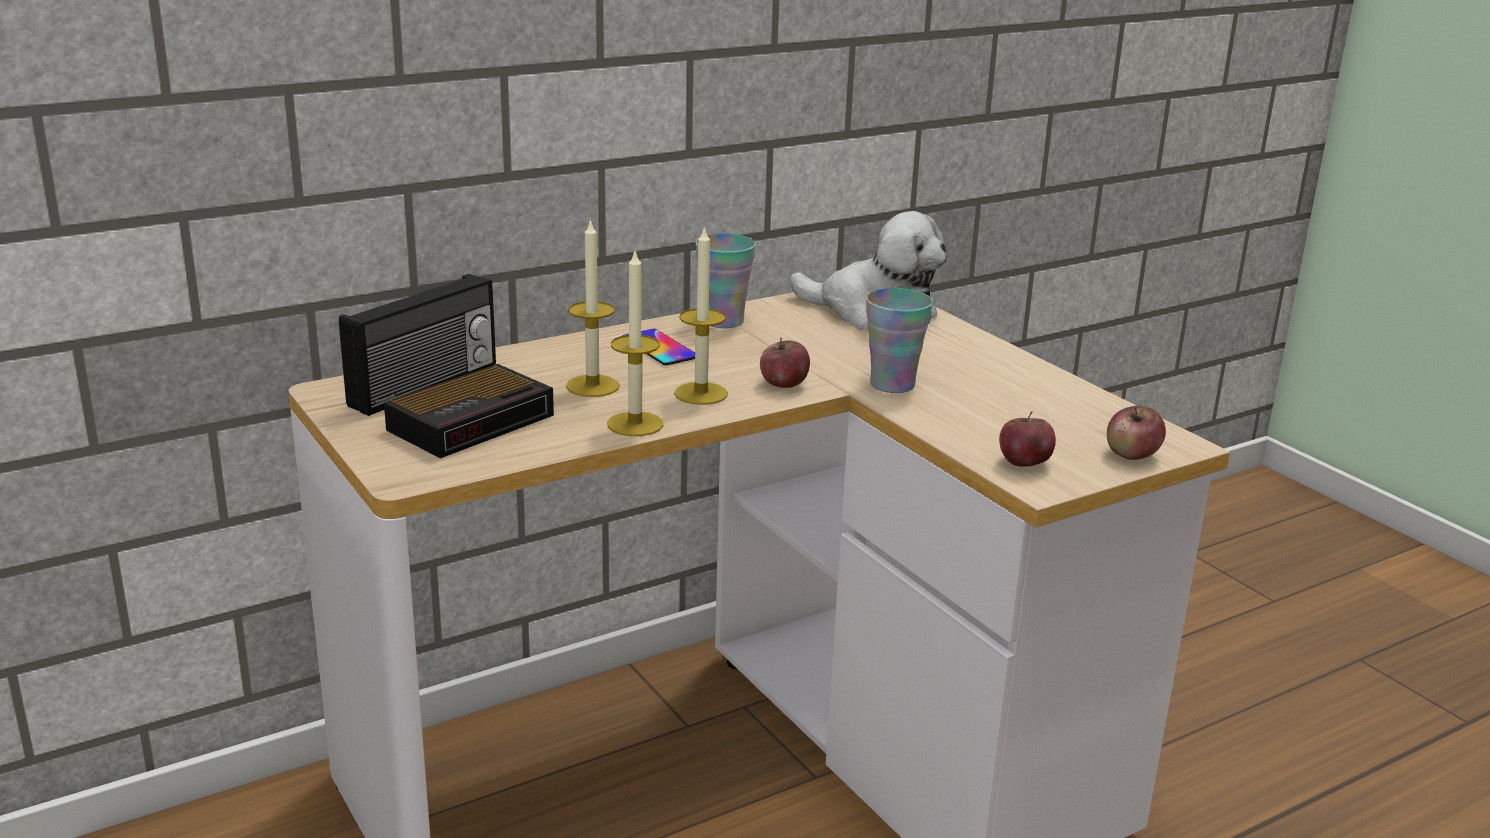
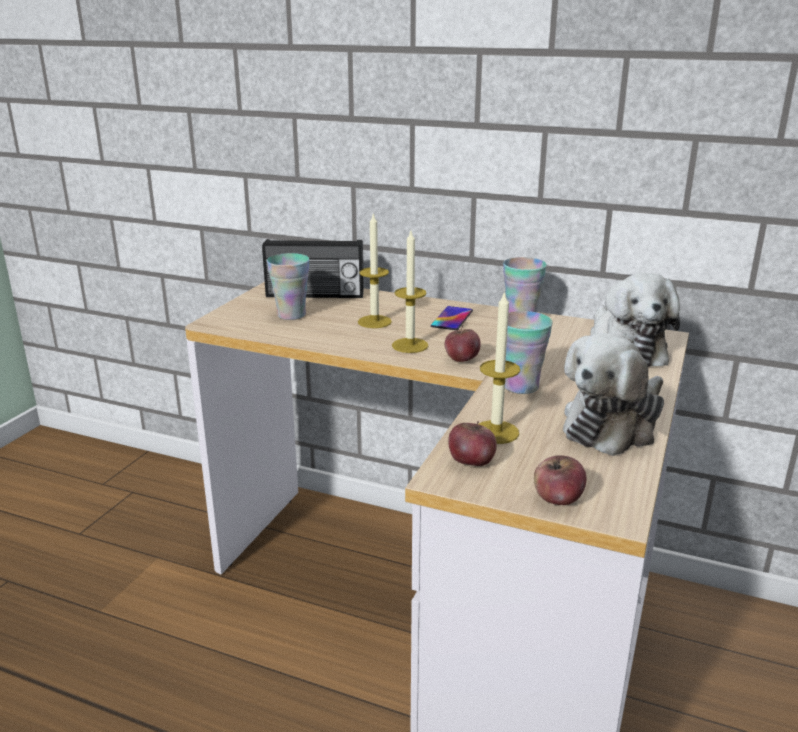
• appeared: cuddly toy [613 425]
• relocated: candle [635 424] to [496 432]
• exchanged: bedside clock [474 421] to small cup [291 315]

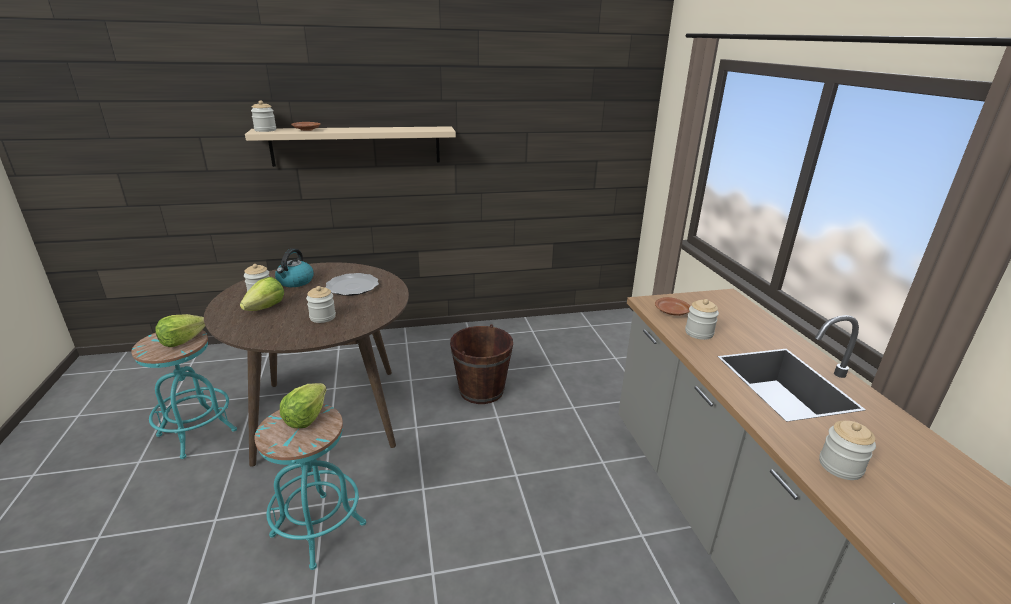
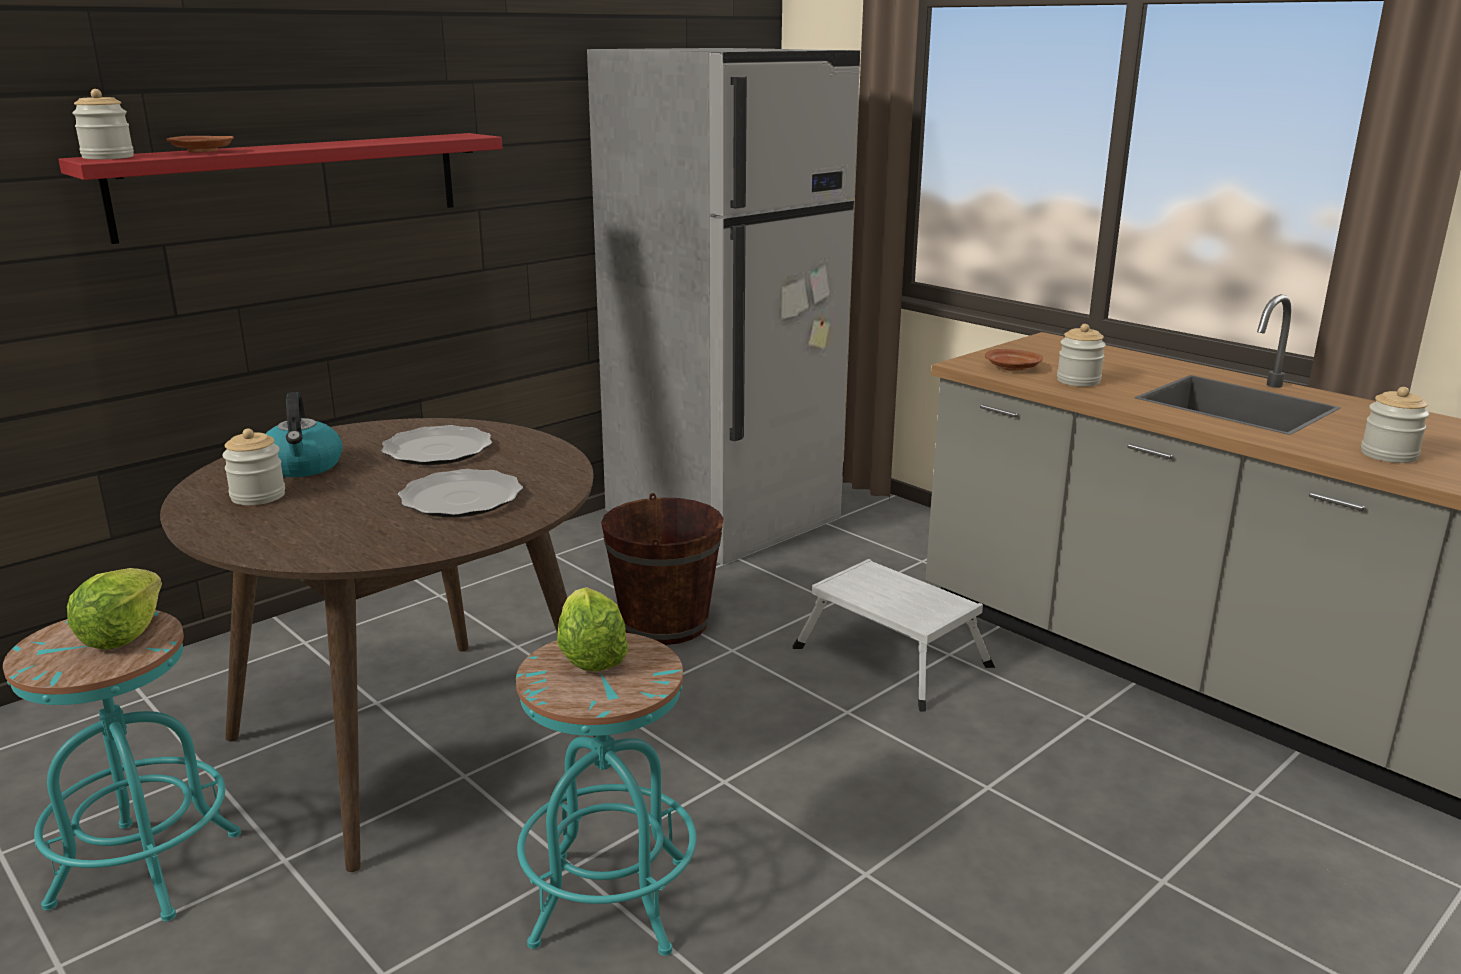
• missing: lettuce [266 308]
• appeared: kitchen fridge/gray [723 513]
• appeared: stepladder/white-coloured [893 657]
• exchanged: storage jar [322 317] to flat dish [460 498]
• colour: bracket shelf/sand-coloured [356 146] to bracket shelf/reddish [292 184]

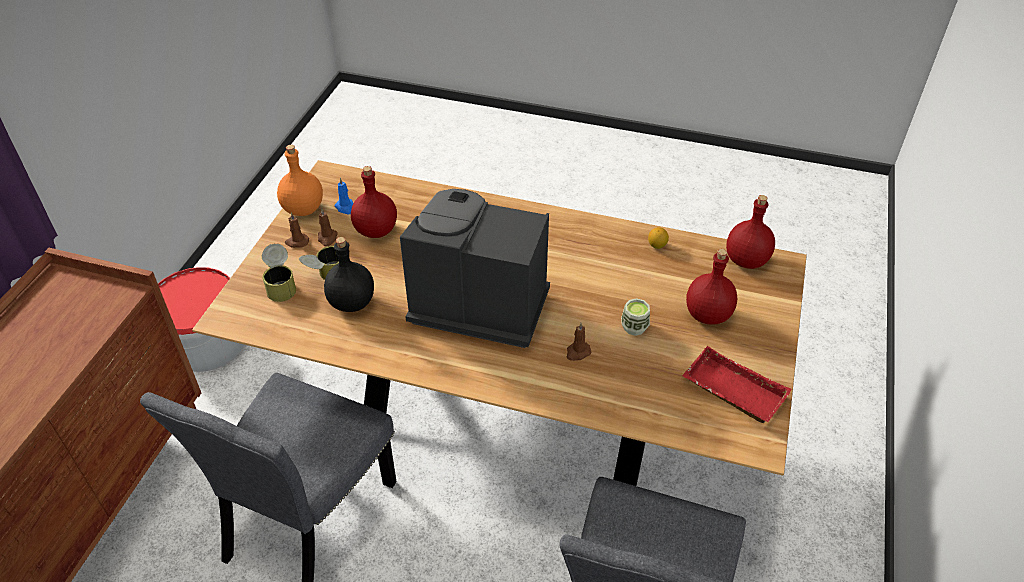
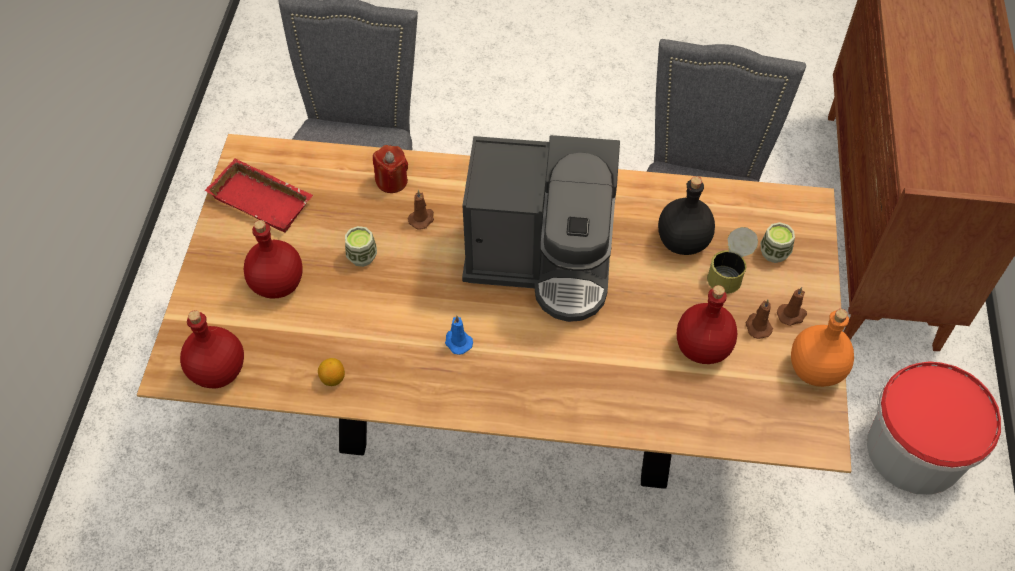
• appeared: candle/reddish [392 181]
• relocated: candle/blue [345 207] to [457 342]
• exchanged: can [281 285] to small cup [774 253]

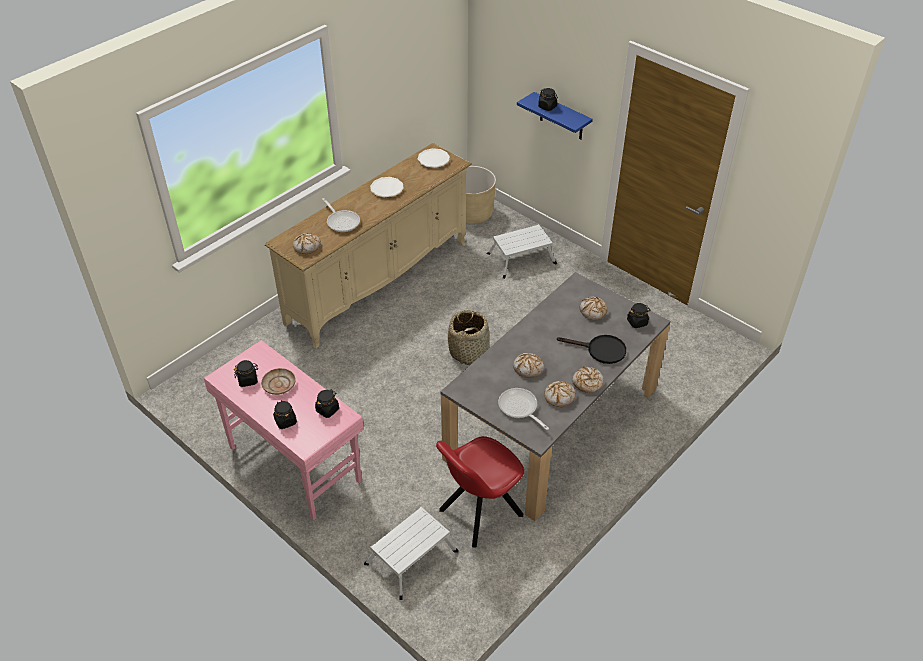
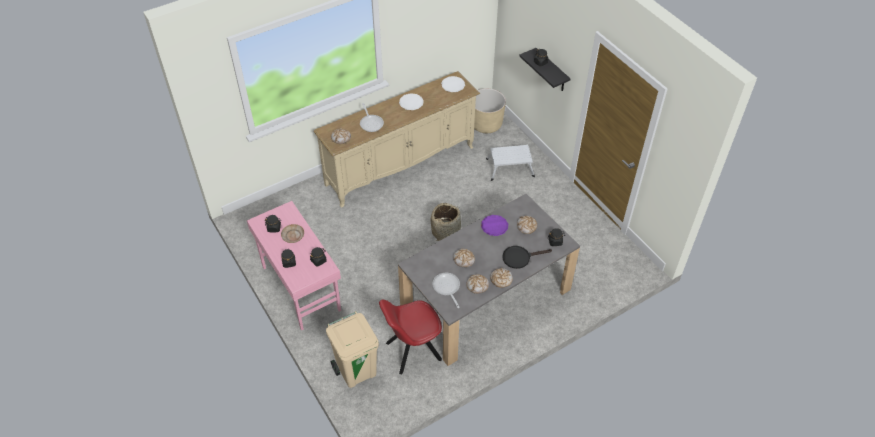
• appeared: flat dish/purple [494 226]
• exchanged: stepladder/white-coloured [411 557] to trash can/sand-coloured [357 371]
• colour: bracket shelf/blue [561 117] to bracket shelf/blackish [551 71]
• spun: pan/blackish [600 350] = [520 257] 135 degrees clockwise

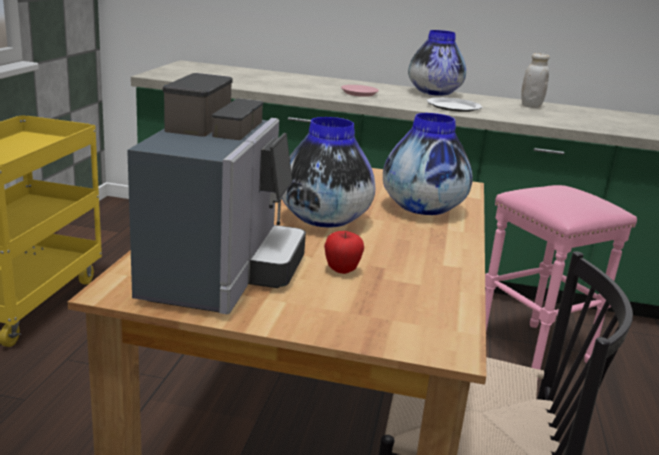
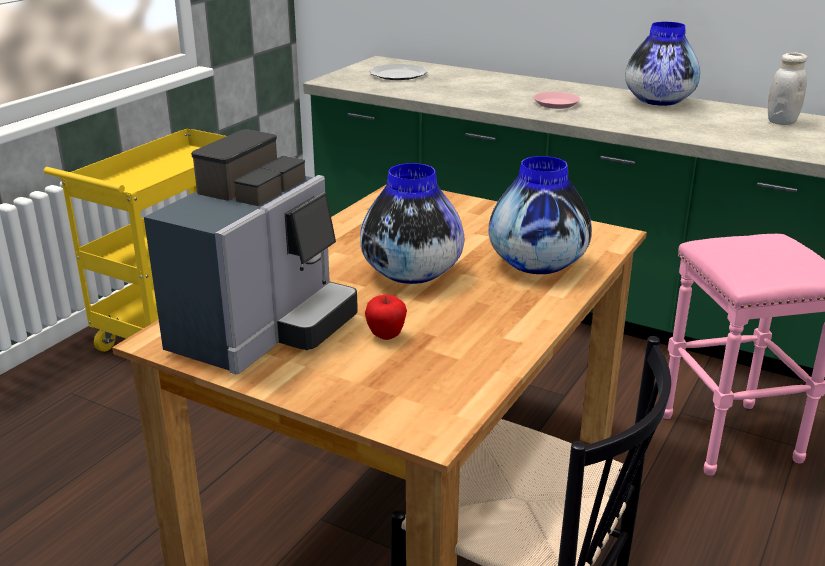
• relocated: flat dish [454 107] to [399 74]

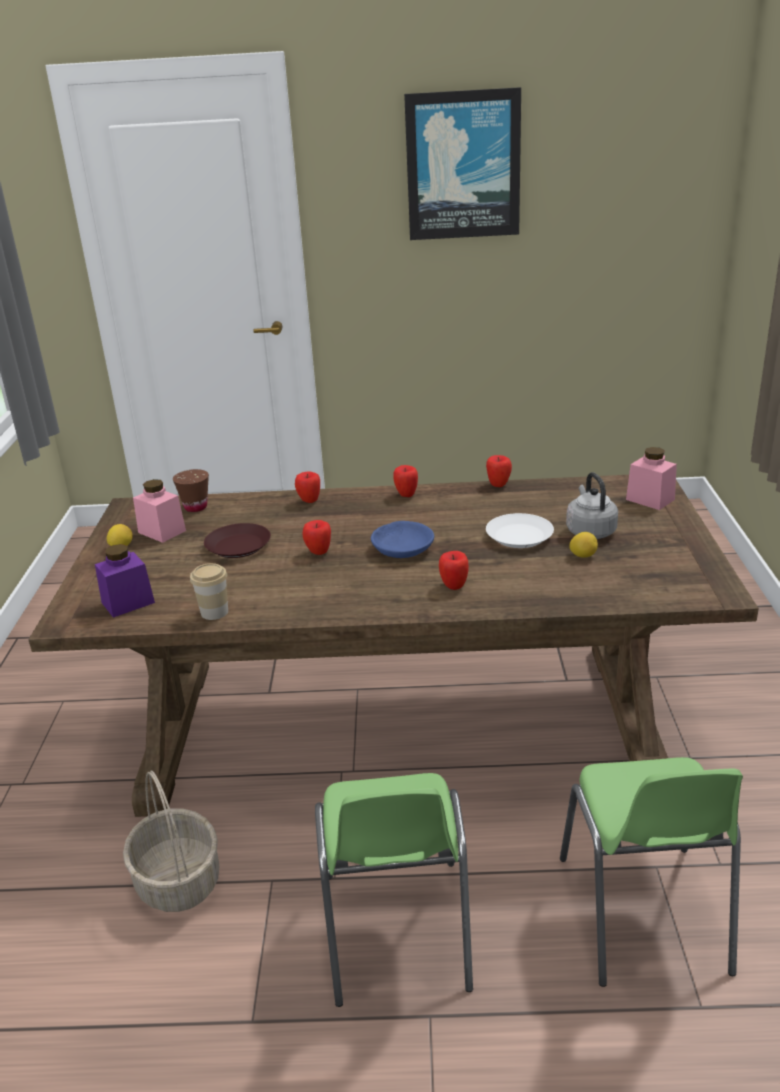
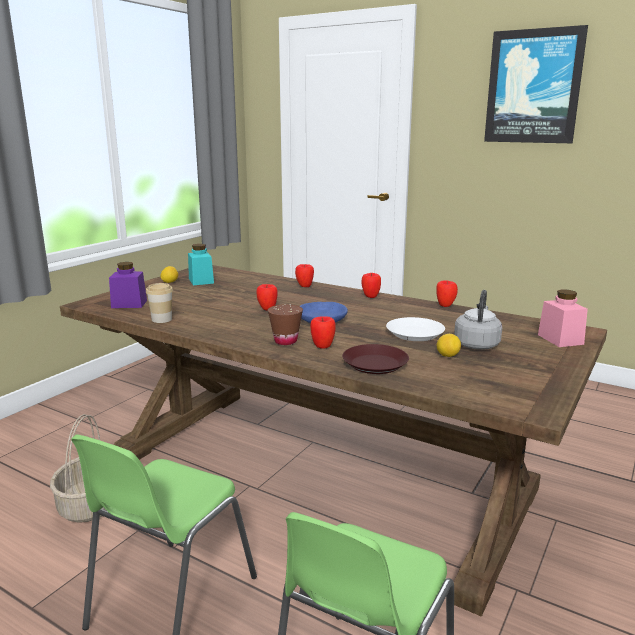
• relocated: small cup/brown [195 507] to [285 341]
• relocated: flat dish/brown [238 546] to [375 364]
• colour: storage jar/pinkish [162 531] to storage jar/blue-green [201 281]

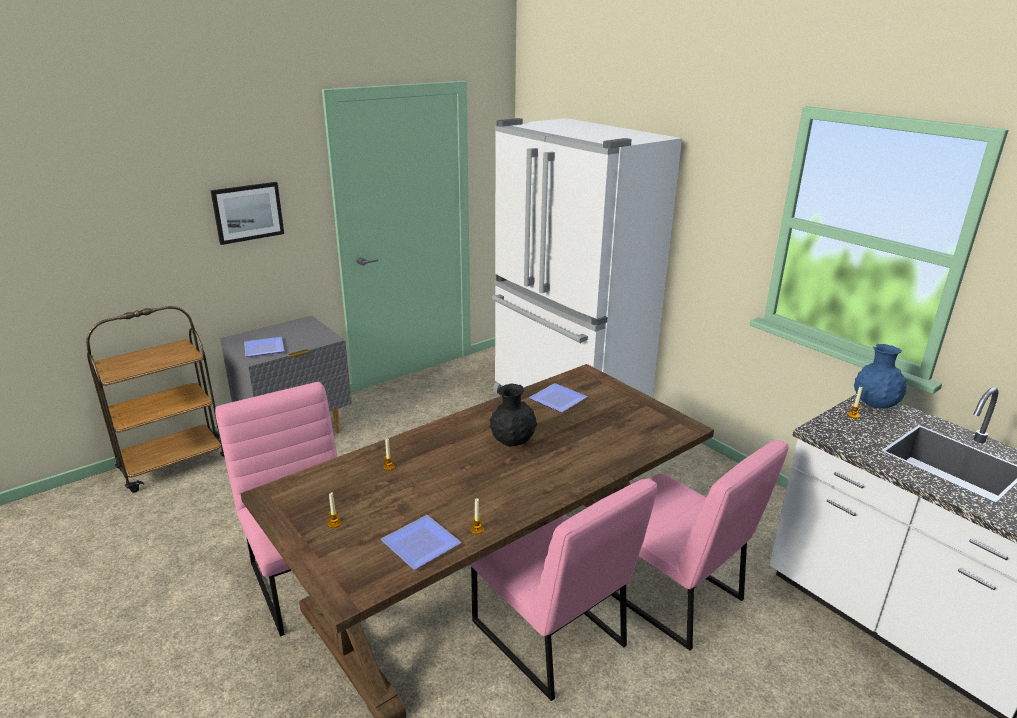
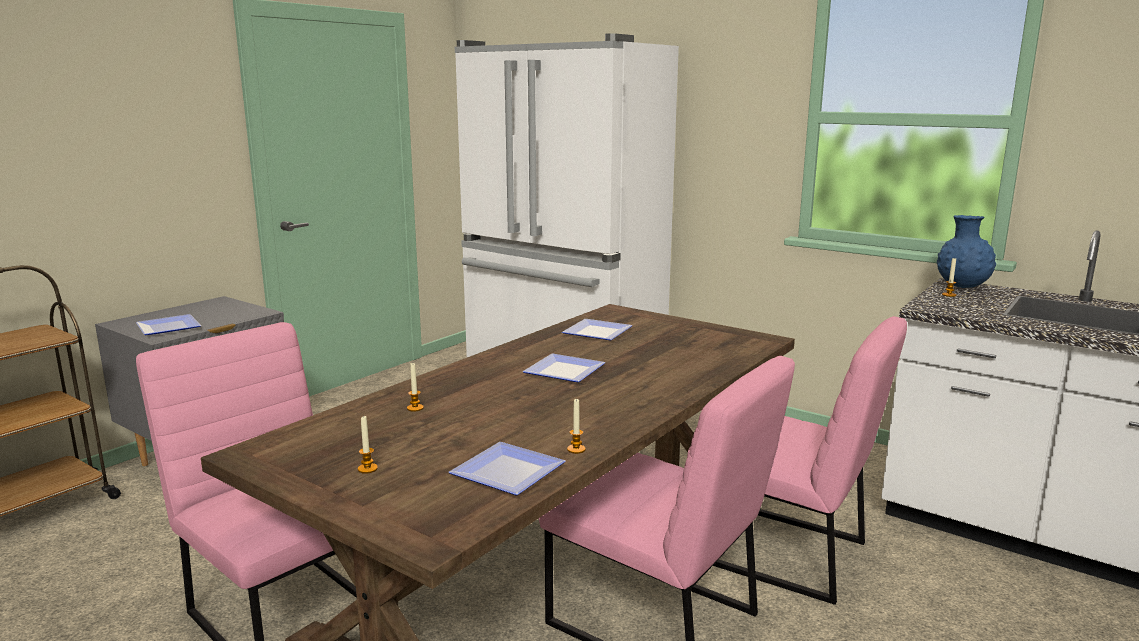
• missing: wall picture [248 212]
• exchanged: decorative vase/blackish [512 443] to flat dish [567 371]

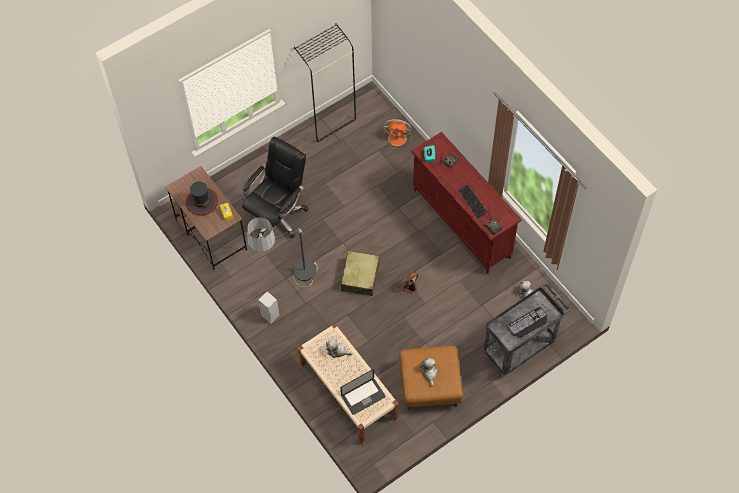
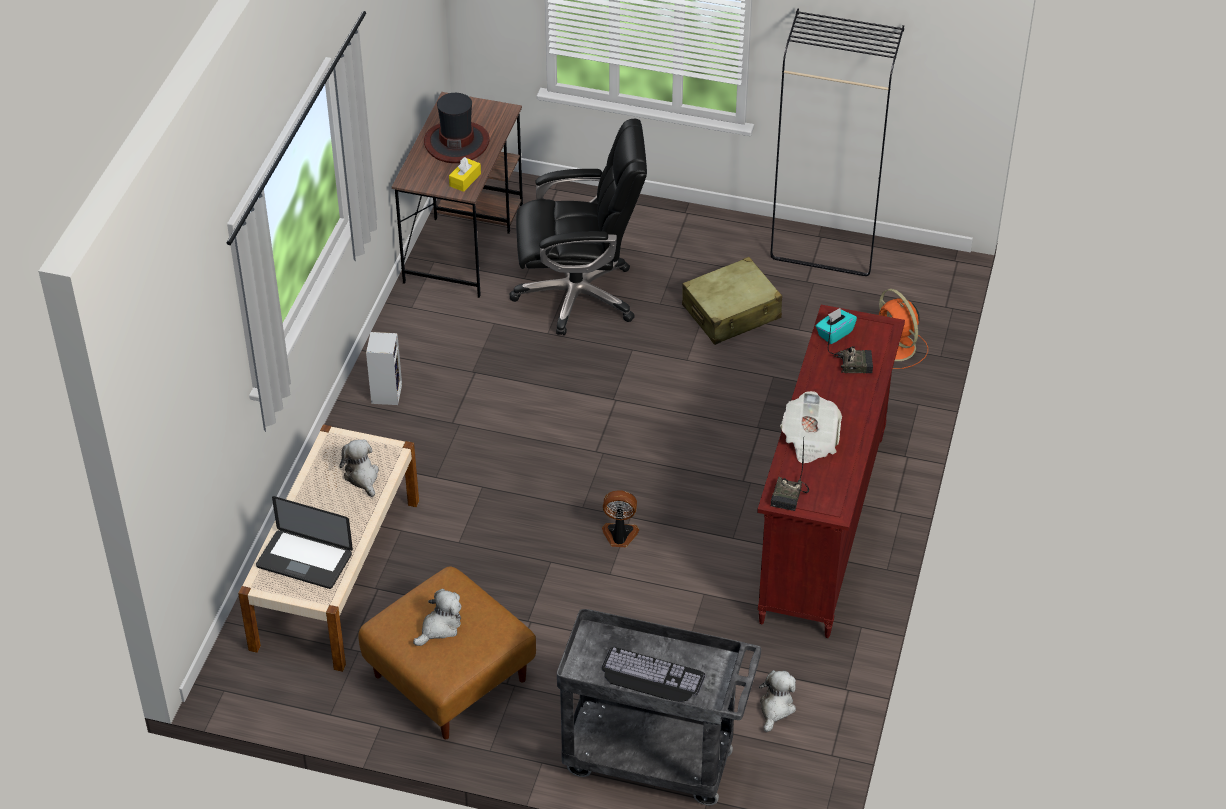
• missing: standard lamp [288 281]
• relocated: piece of luggage/sand-coloured [360 277] to [731 312]
• exchanged: keyboard [473 201] to daily paper [810 440]

